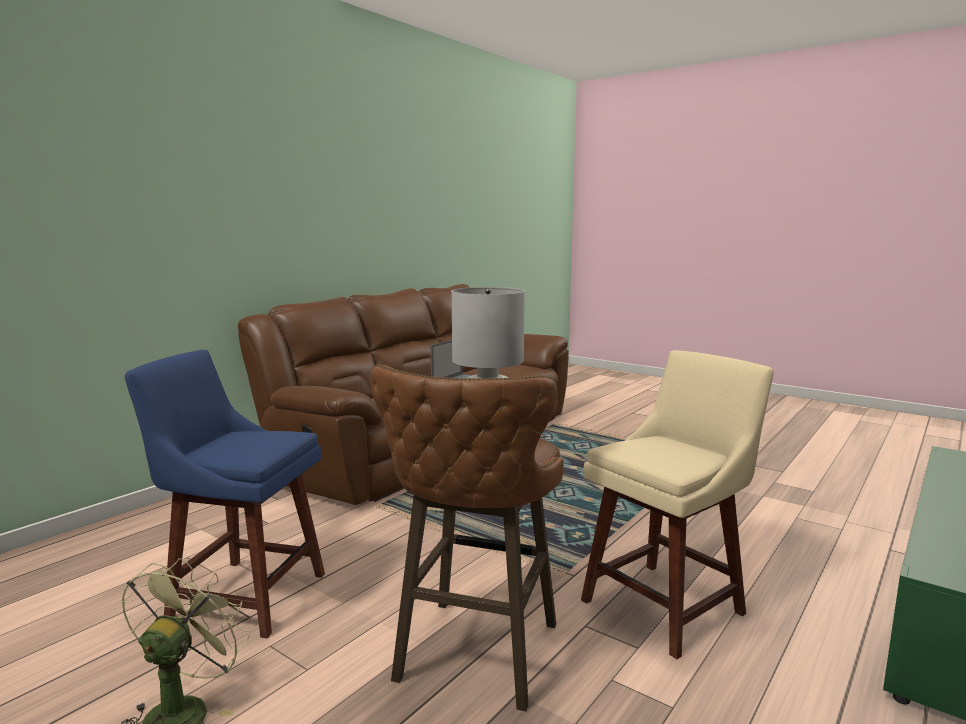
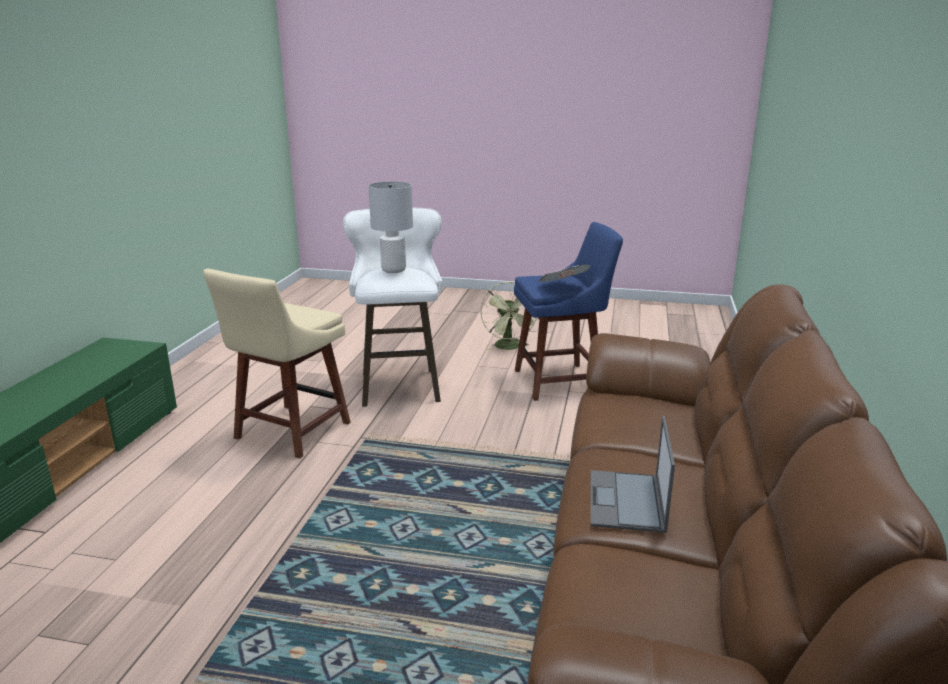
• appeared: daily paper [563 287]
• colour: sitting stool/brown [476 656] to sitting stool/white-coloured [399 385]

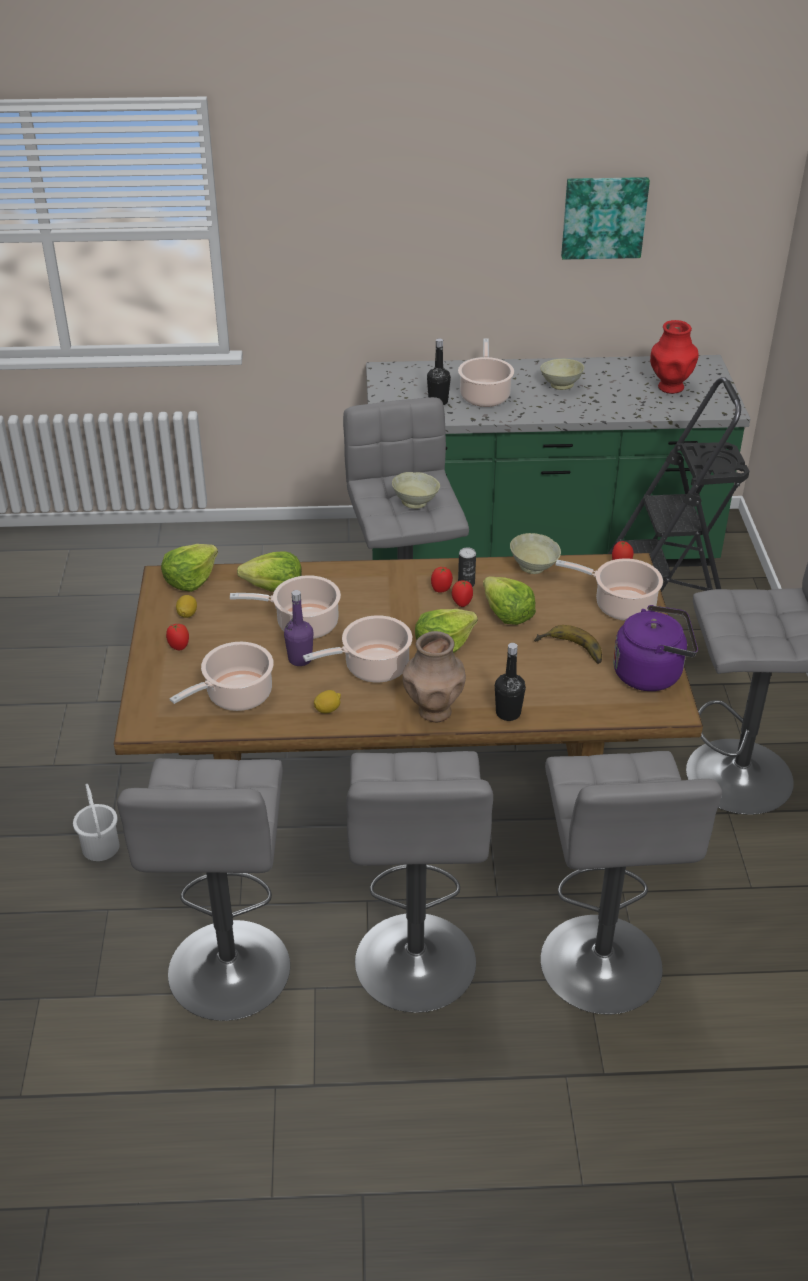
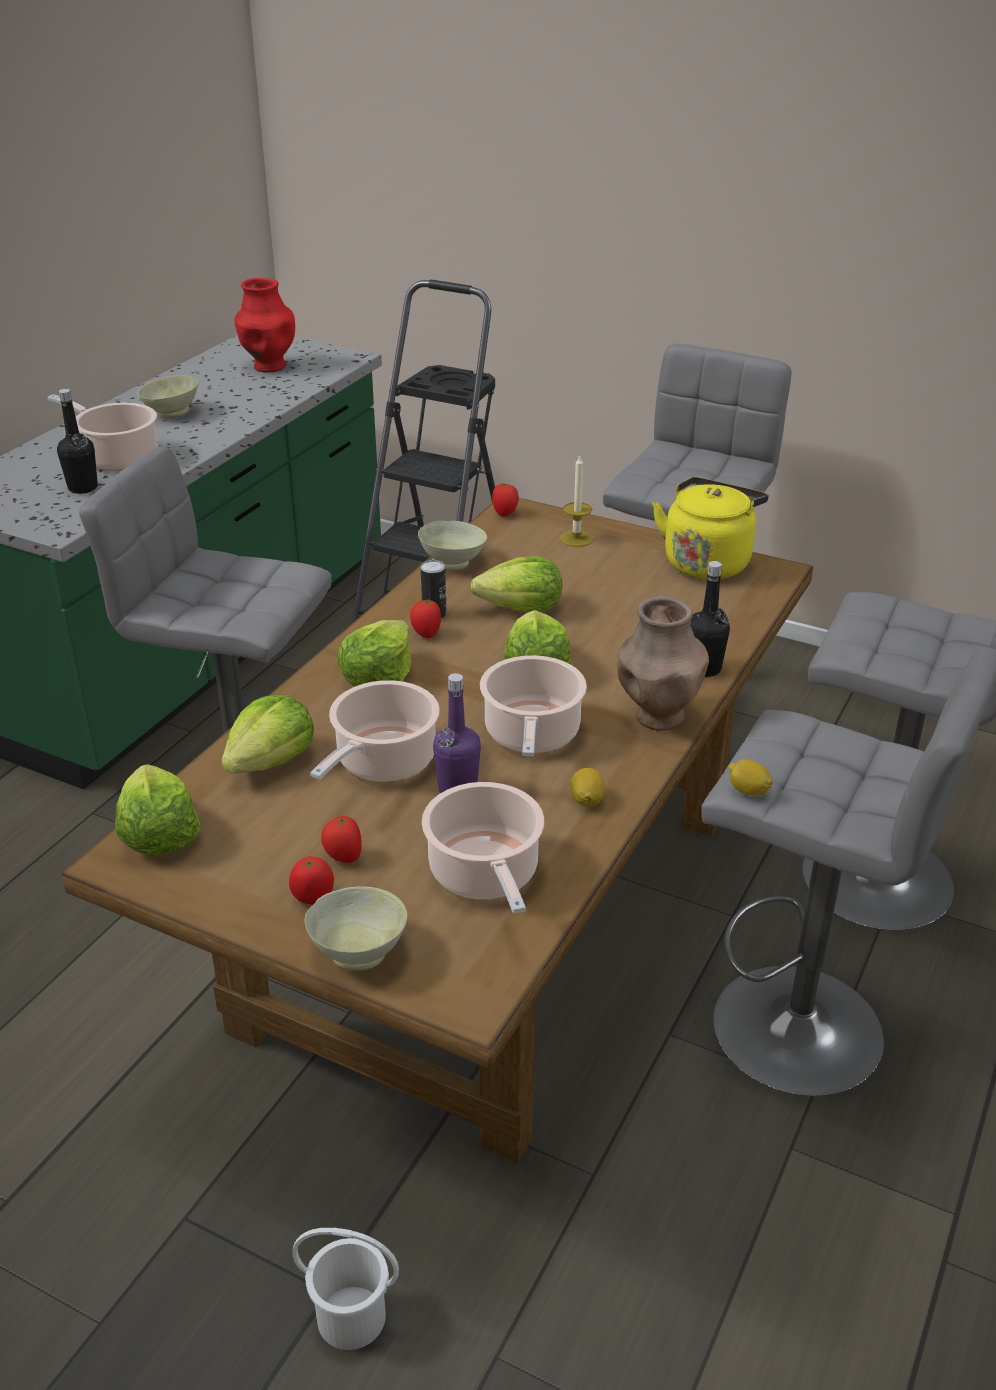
• missing: sitting stool/gray [227 971]
• missing: whole banana [569 651]
• missing: wall picture [603 217]
• appeared: lettuce [378 676]
• relocated: lemon [187 614] to [748 791]
• relocated: bowl/sand-coloured [416 502] to [360 951]
• relocated: fresh tomato [462 603] to [343 857]
• exchanged: stockpot [620 605] to candle [576 538]
• colour: tea kettle/purple [651 673] to tea kettle/yellow-coloured [708 561]

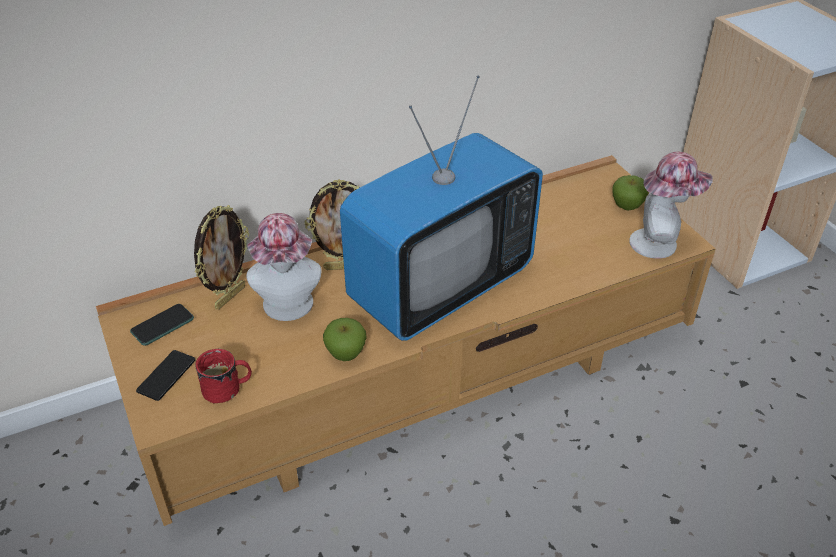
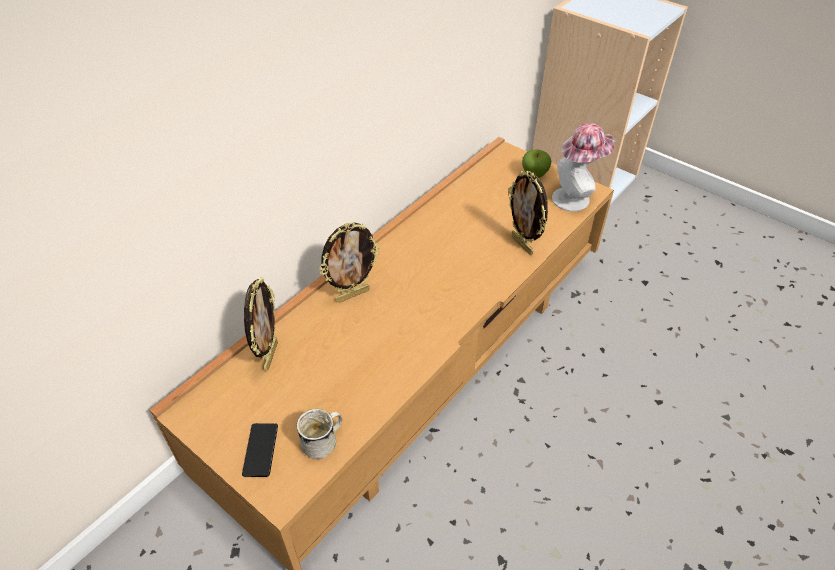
• missing: phone [162 325]
• missing: hat [289 308]
• missing: apple fruit [346 354]
• missing: TV [440 287]
• appeared: picture frame [522 244]
• colour: coffee mug/reddish [228 389] to coffee mug/white-coloured [324 441]

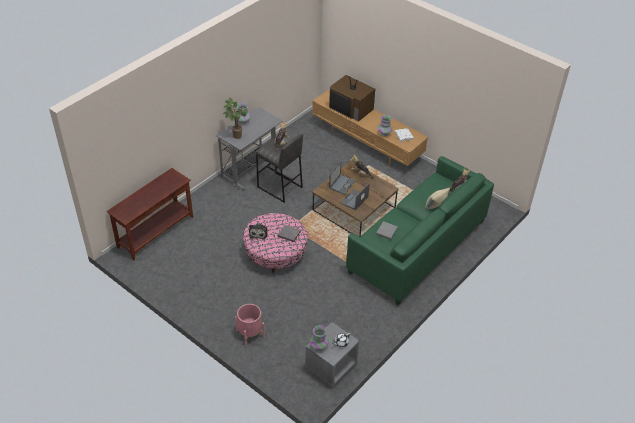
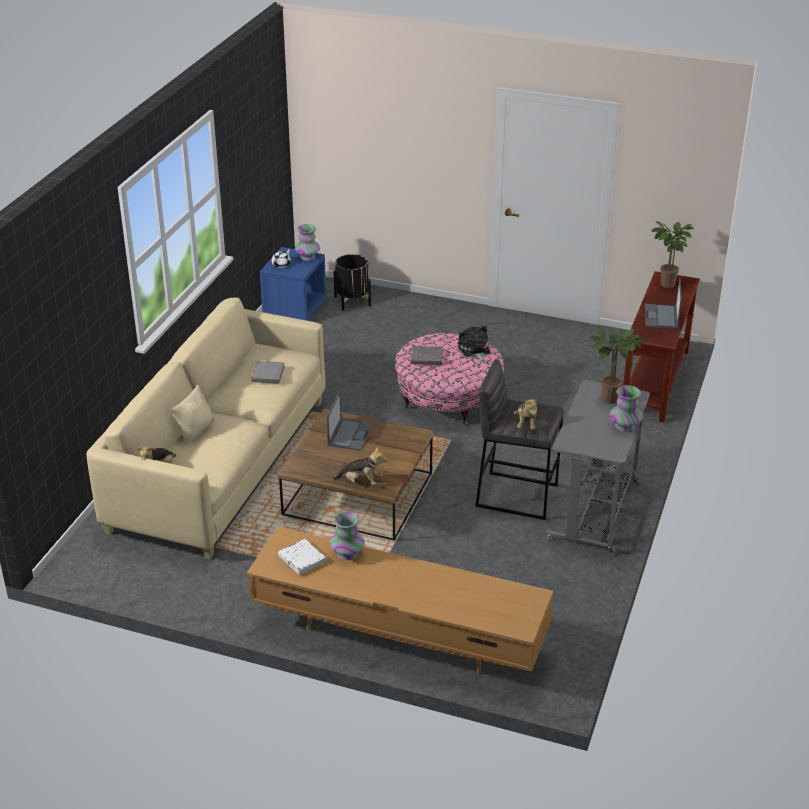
• missing: plant pot/pinkish [250 333]
• missing: TV [351 108]
• appeared: plant pot/blackish [352 301]
• appeared: plant in a pot [666 285]
• relocated: portable computer [342 184] to [661 317]
• colour: nightstand/gray [331 367] to nightstand/blue [294 309]
• colour: sofa/green [417 246] to sofa/sand-coloured [220 464]

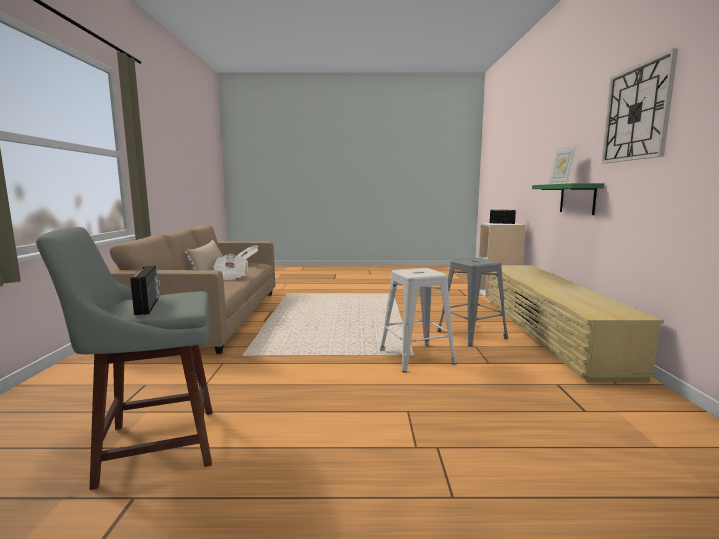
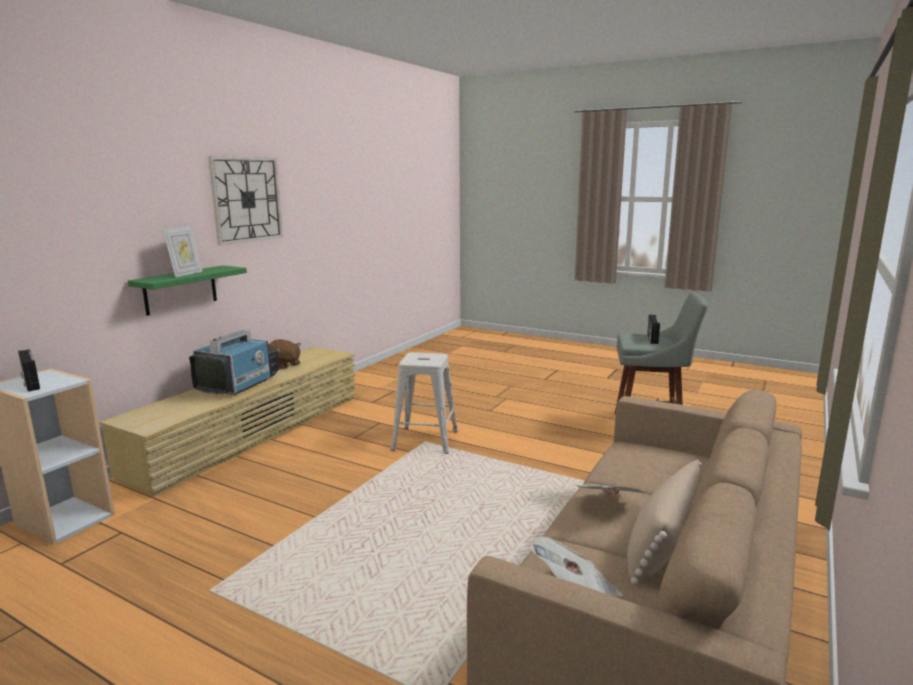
• missing: sitting stool/gray [472 334]
• appeared: TV [239 385]
• appeared: cuddly toy/brown [284 365]

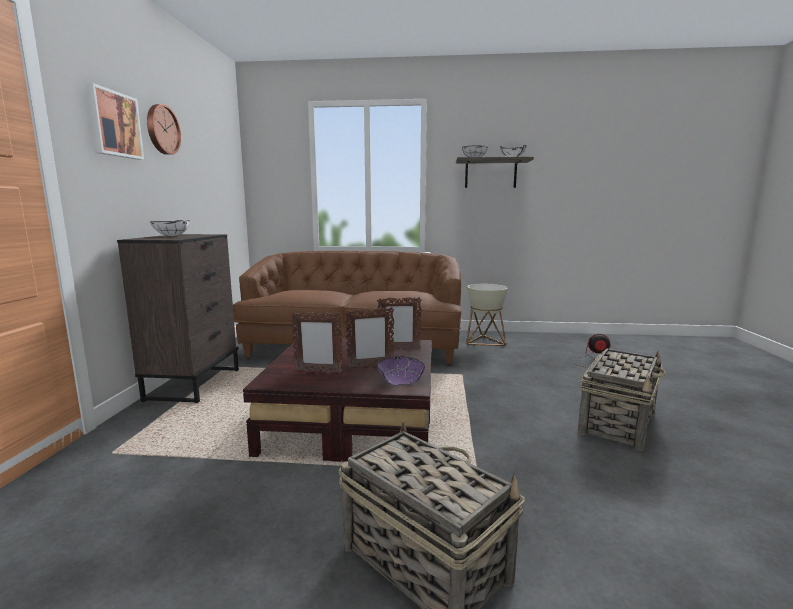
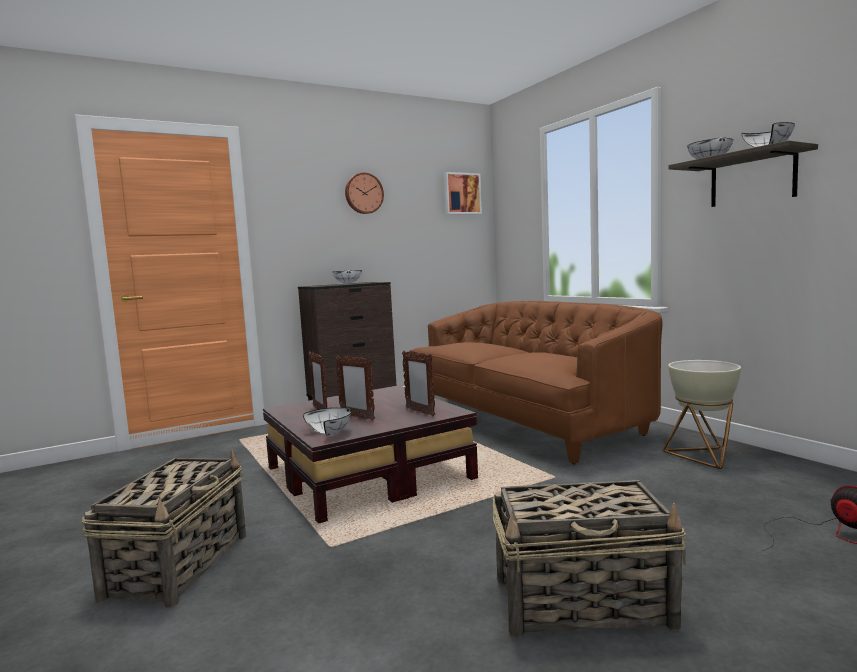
• relocated: wall picture [113 124] to [461 194]
• colour: bowl/purple [399 382] to bowl/white-coloured [332 432]

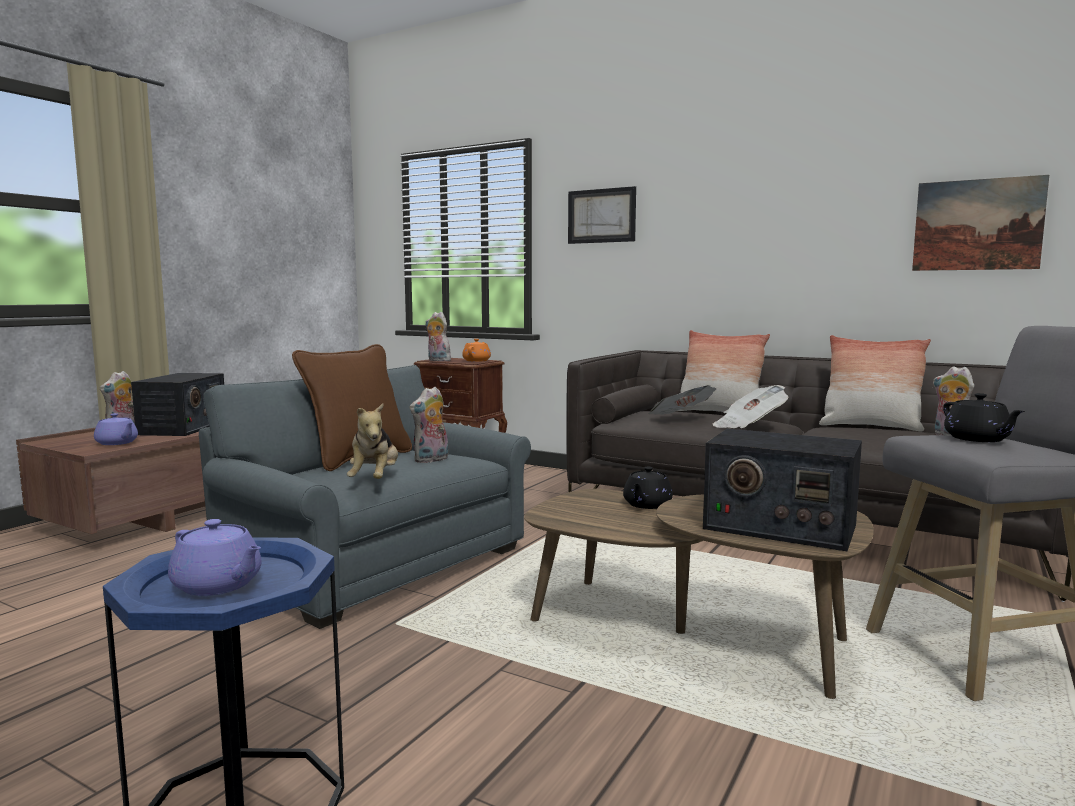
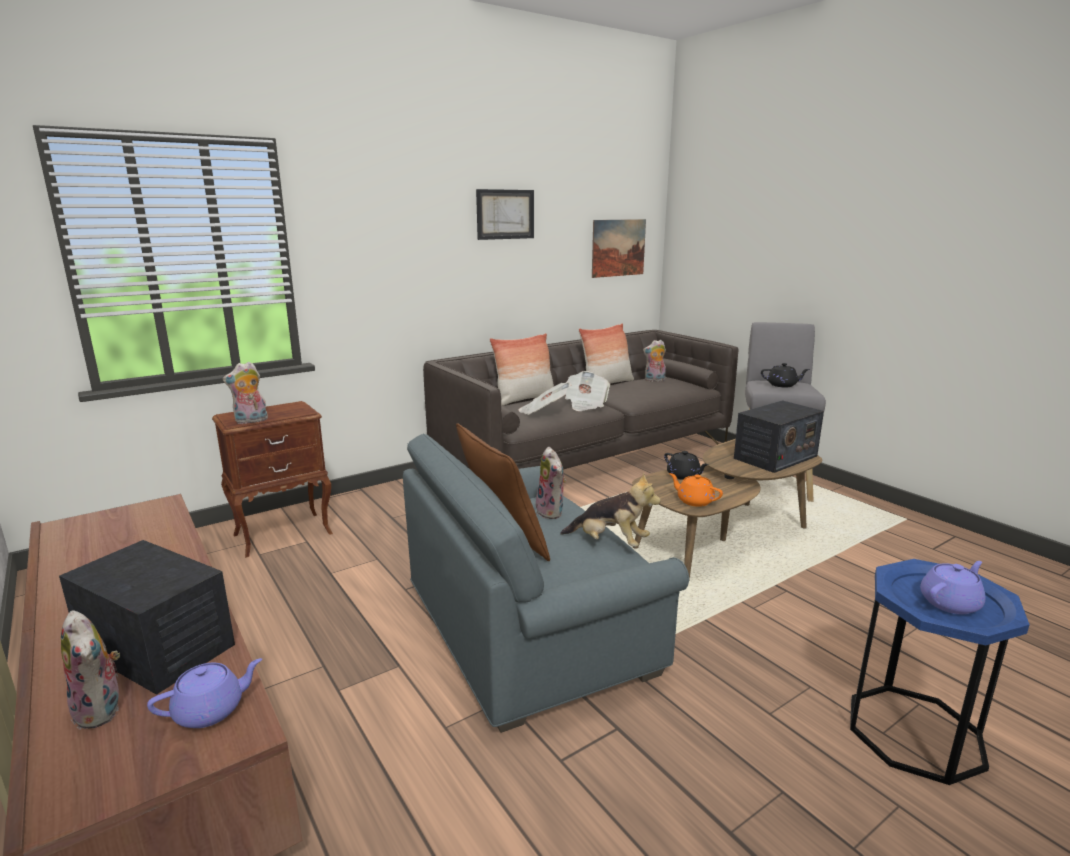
• relocated: pot for tea/orange-coloured [477 360] to [694 501]
• relocated: wall picture [601 216] to [505 214]

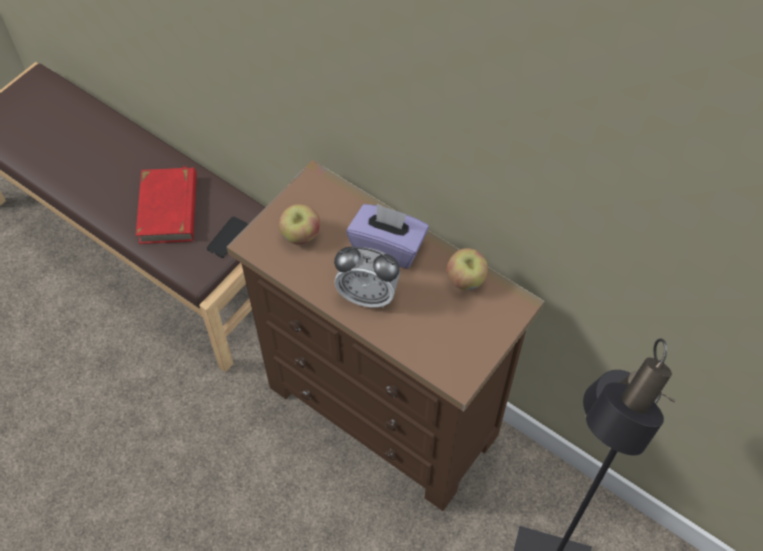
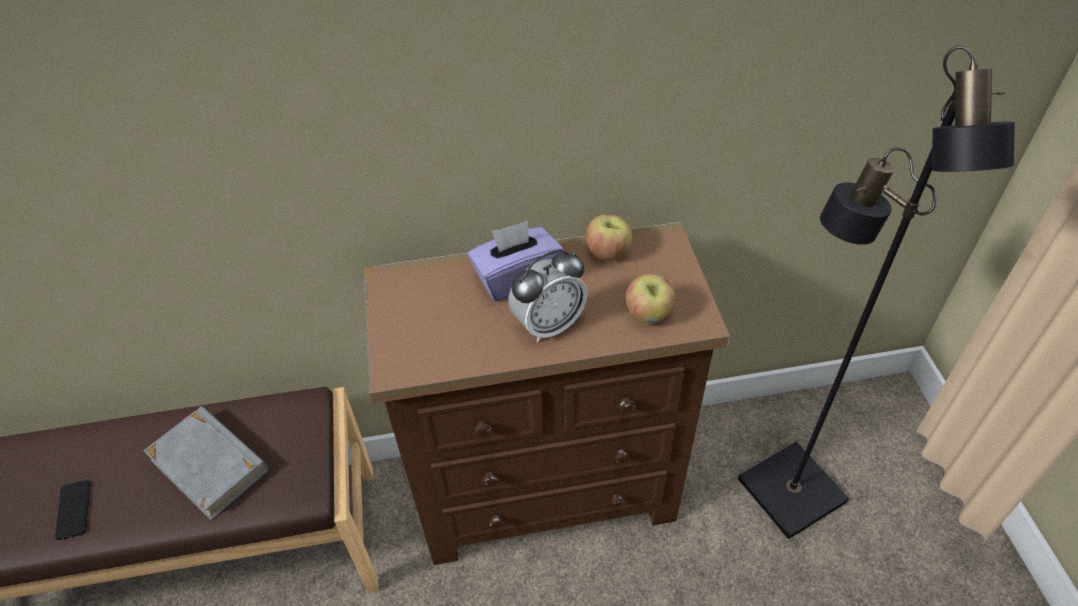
• relocated: phone [228 237] to [73 510]
• relocated: apple fruit [300 235] to [648 314]
• colour: volume/reddish [169 209] to volume/gray [210 464]

